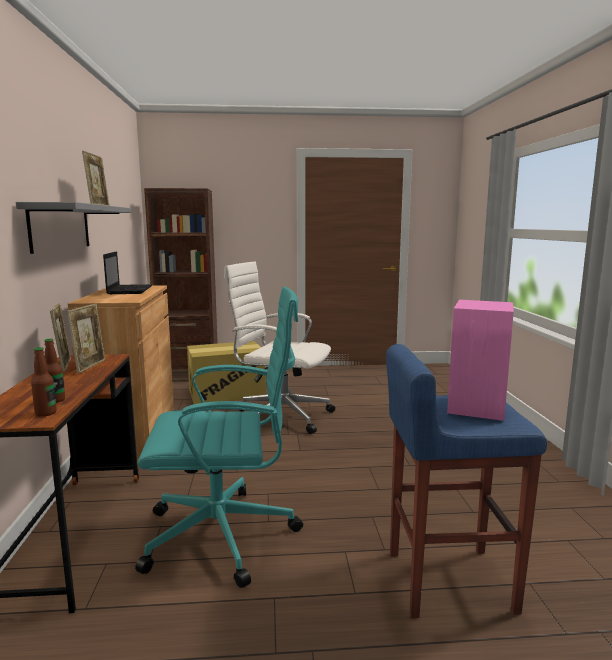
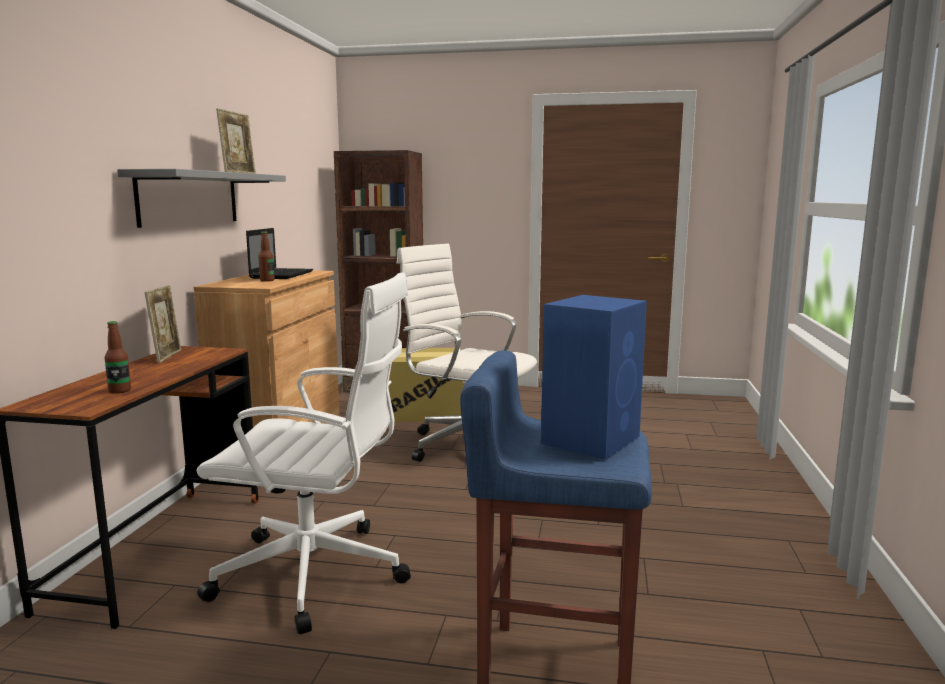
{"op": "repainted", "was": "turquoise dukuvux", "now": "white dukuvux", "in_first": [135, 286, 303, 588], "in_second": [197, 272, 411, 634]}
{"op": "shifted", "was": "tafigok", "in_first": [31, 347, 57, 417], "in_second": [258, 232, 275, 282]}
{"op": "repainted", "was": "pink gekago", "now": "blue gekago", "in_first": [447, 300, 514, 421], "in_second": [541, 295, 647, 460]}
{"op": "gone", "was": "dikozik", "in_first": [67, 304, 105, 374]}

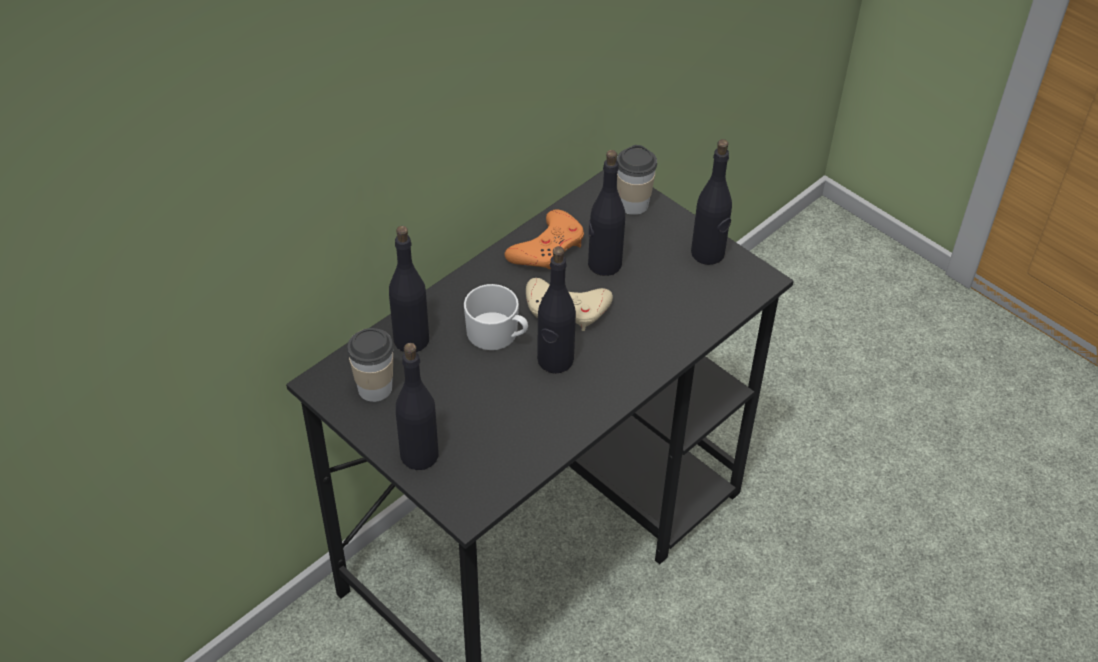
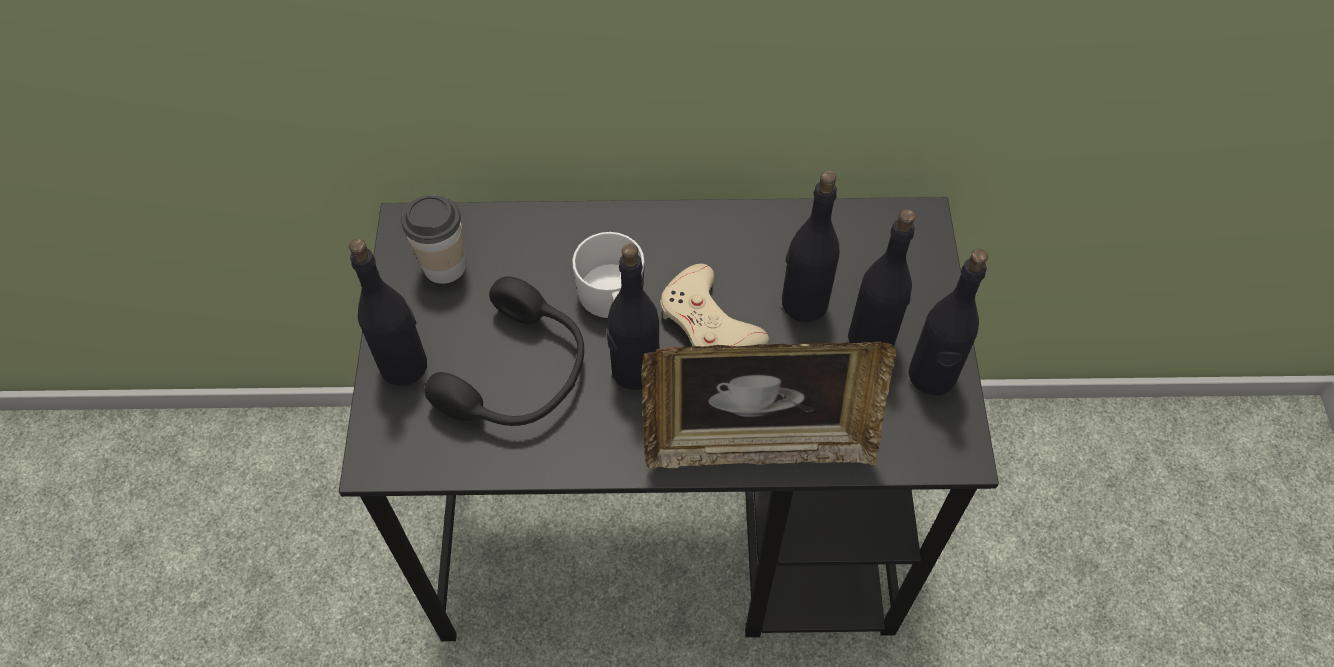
{"op": "new", "now": "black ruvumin", "in_second": [424, 277, 584, 426]}
{"op": "new", "now": "dikozik", "in_second": [641, 342, 897, 469]}
{"op": "shifted", "was": "black tafigok", "in_first": [389, 226, 429, 352], "in_second": [848, 209, 916, 346]}
{"op": "gone", "was": "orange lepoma", "in_first": [505, 210, 584, 269]}
{"op": "gone", "was": "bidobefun", "in_first": [617, 145, 657, 215]}

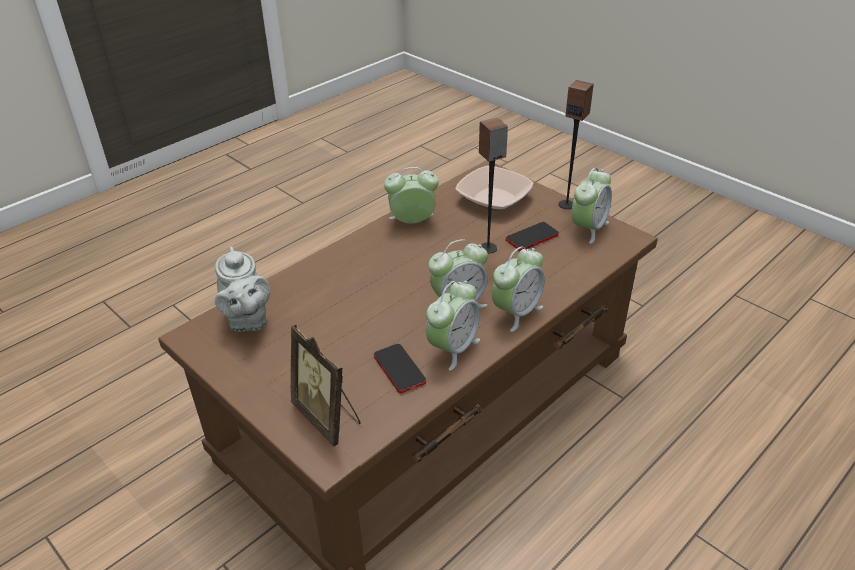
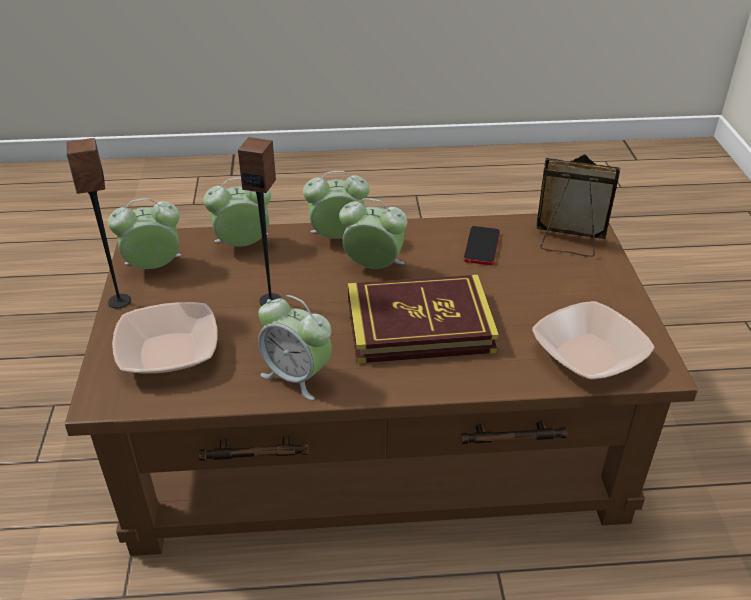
{"op": "shifted", "was": "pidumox", "in_first": [426, 281, 480, 371], "in_second": [203, 177, 271, 247]}
{"op": "new", "now": "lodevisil", "in_second": [348, 275, 499, 364]}
{"op": "swapped", "was": "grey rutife", "now": "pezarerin", "in_first": [215, 246, 270, 332], "in_second": [532, 301, 654, 379]}
{"op": "rotated", "was": "dikozik", "in_first": [291, 325, 361, 447], "in_second": [536, 154, 620, 257], "clockwise": -75}
{"op": "gone", "was": "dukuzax", "in_first": [506, 222, 559, 251]}

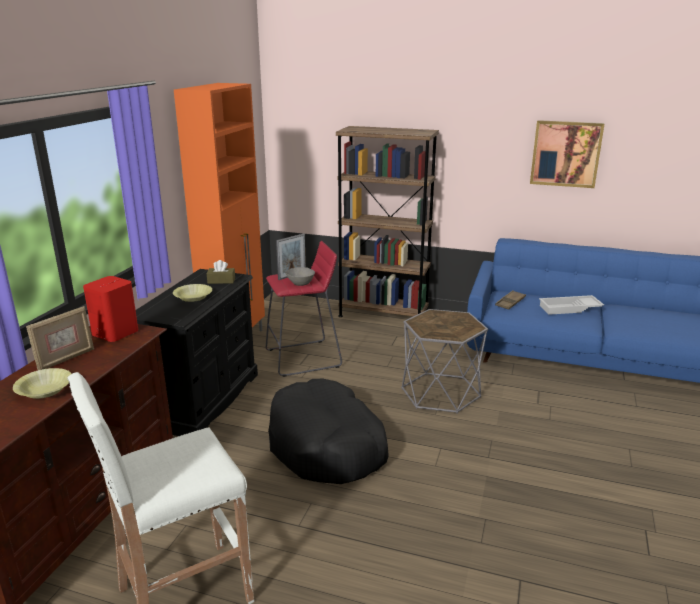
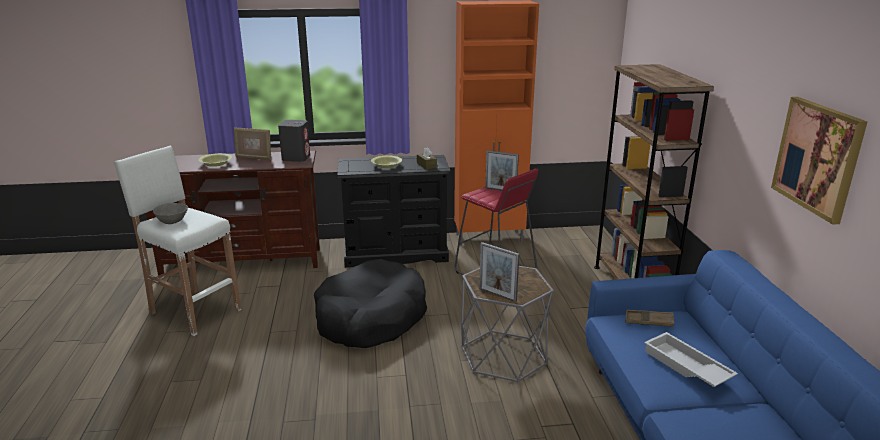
{"op": "shifted", "was": "grey pezarerin", "in_first": [285, 267, 315, 286], "in_second": [153, 203, 188, 224]}
{"op": "repainted", "was": "red gekago", "now": "grey gekago", "in_first": [83, 276, 138, 342], "in_second": [278, 120, 310, 162]}
{"op": "new", "now": "dikozik", "in_second": [479, 242, 519, 302]}

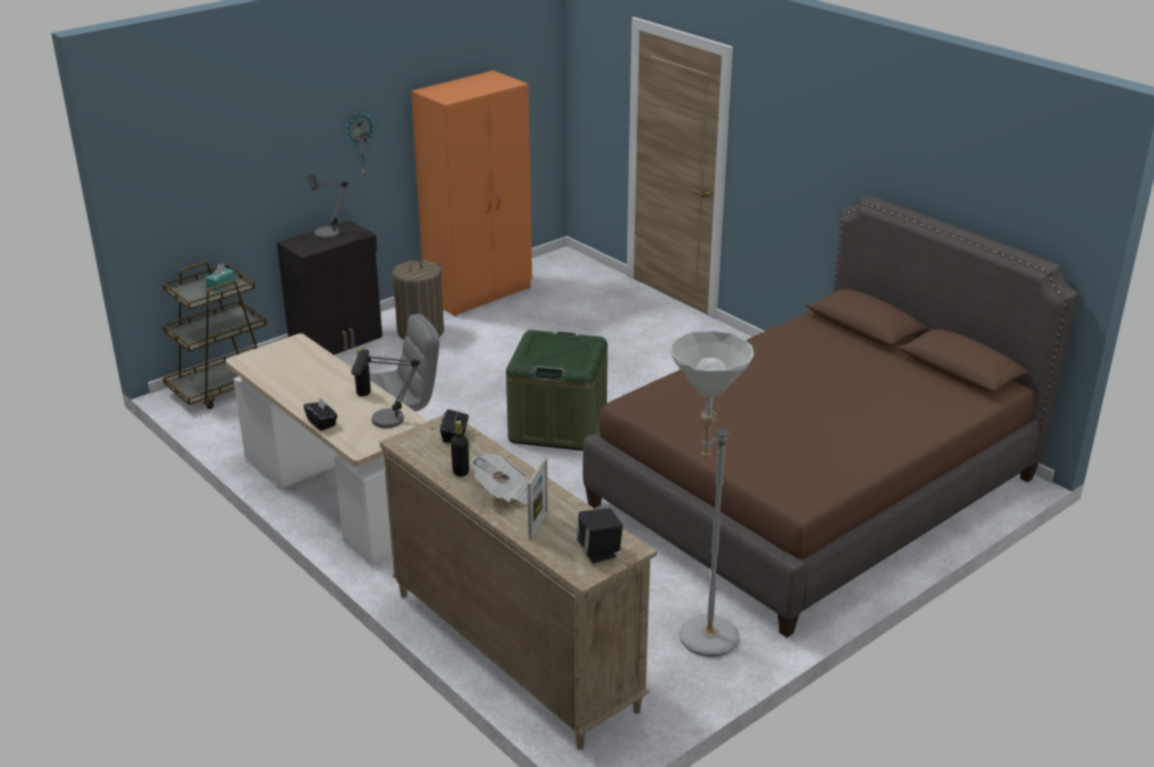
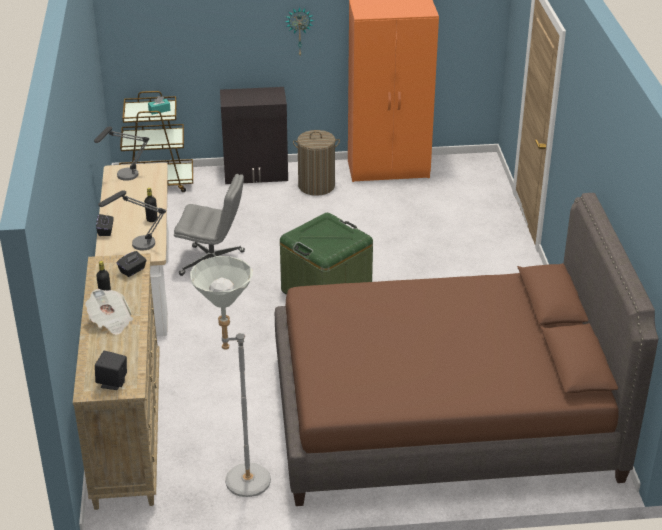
{"op": "shifted", "was": "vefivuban", "in_first": [308, 174, 348, 239], "in_second": [94, 126, 149, 181]}
{"op": "gone", "was": "dikozik", "in_first": [527, 457, 548, 540]}

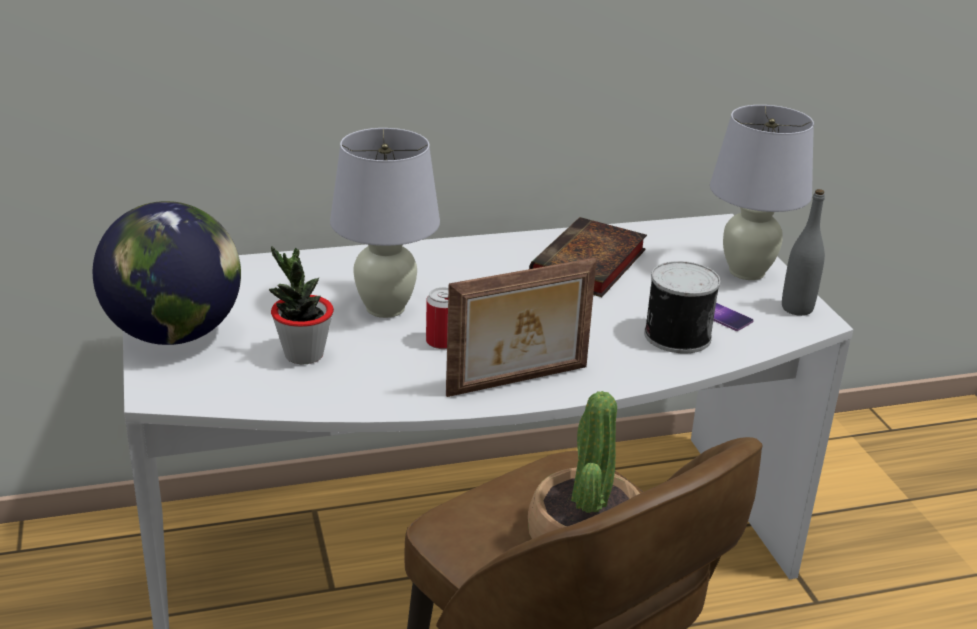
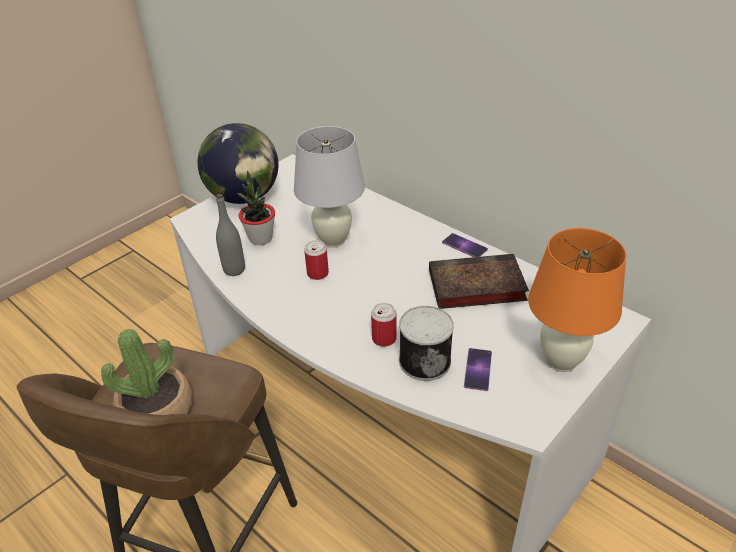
{"op": "shifted", "was": "grey tafigok", "in_first": [782, 189, 825, 316], "in_second": [216, 194, 245, 276]}
{"op": "new", "now": "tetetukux", "in_second": [371, 303, 396, 347]}
{"op": "new", "now": "dukuzax", "in_second": [442, 233, 488, 257]}
{"op": "repainted", "was": "white vefivuban", "now": "orange vefivuban", "in_first": [710, 105, 814, 280], "in_second": [528, 228, 627, 372]}
{"op": "gone", "was": "dikozik", "in_first": [446, 258, 597, 397]}

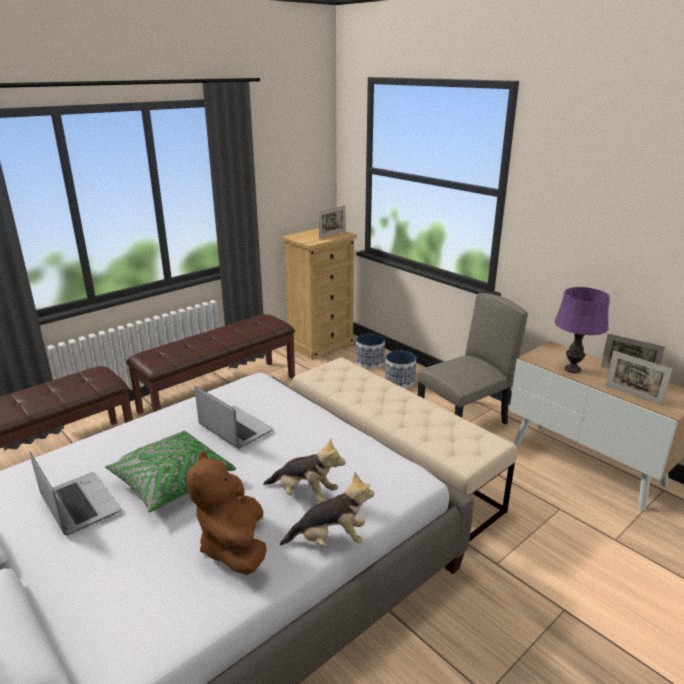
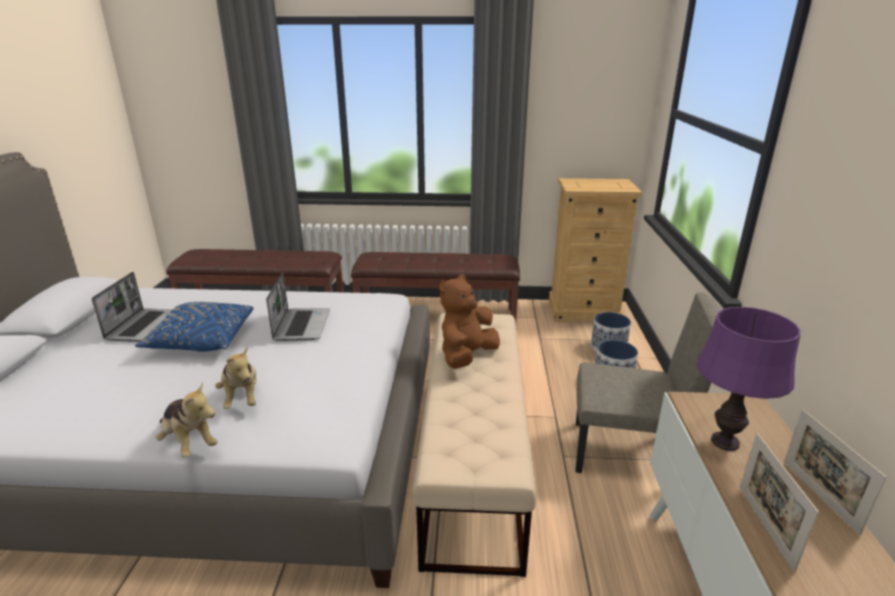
{"op": "repainted", "was": "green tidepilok", "now": "blue tidepilok", "in_first": [105, 431, 236, 512], "in_second": [135, 302, 254, 352]}
{"op": "shifted", "was": "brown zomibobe", "in_first": [187, 451, 267, 575], "in_second": [439, 274, 500, 369]}
{"op": "gone", "was": "dikozik", "in_first": [319, 205, 346, 239]}

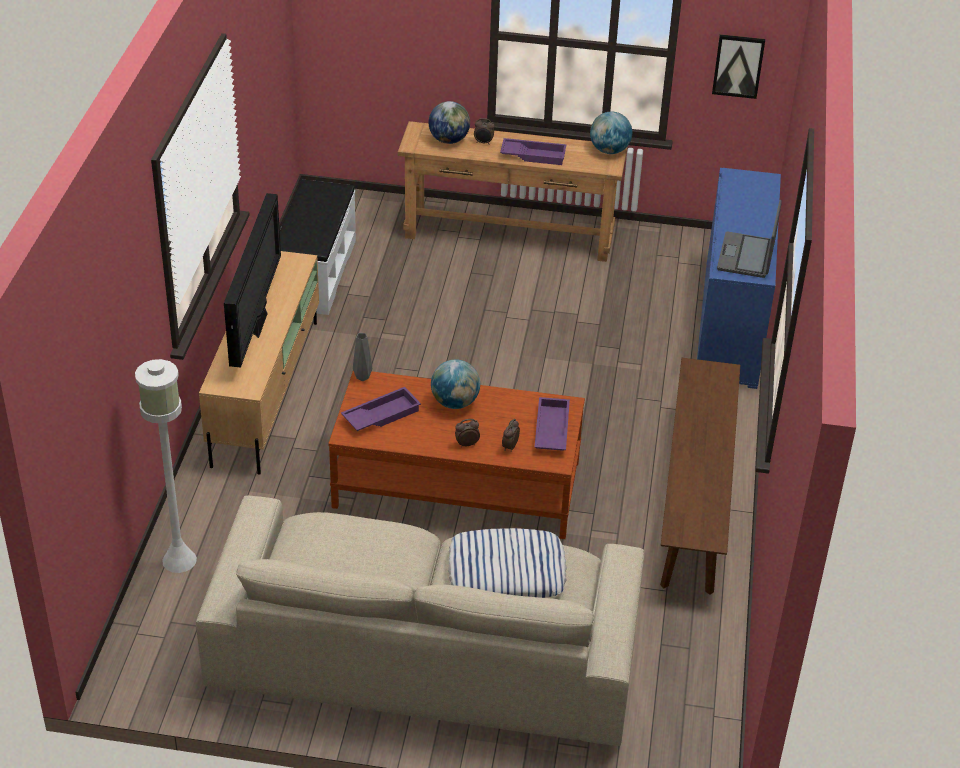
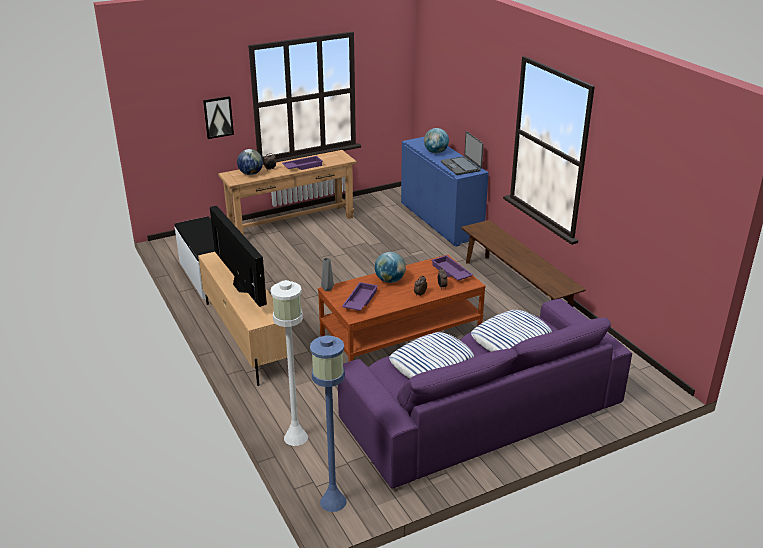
{"op": "shifted", "was": "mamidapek", "in_first": [712, 34, 765, 99], "in_second": [203, 96, 234, 139]}
{"op": "new", "now": "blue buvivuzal", "in_second": [310, 335, 347, 512]}
{"op": "repainted", "was": "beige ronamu", "now": "purple ronamu", "in_first": [196, 496, 645, 746], "in_second": [338, 299, 632, 489]}
{"op": "new", "now": "tidepilok", "in_second": [389, 332, 474, 379]}
{"op": "shifted", "was": "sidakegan", "in_first": [590, 112, 632, 154], "in_second": [424, 128, 449, 153]}

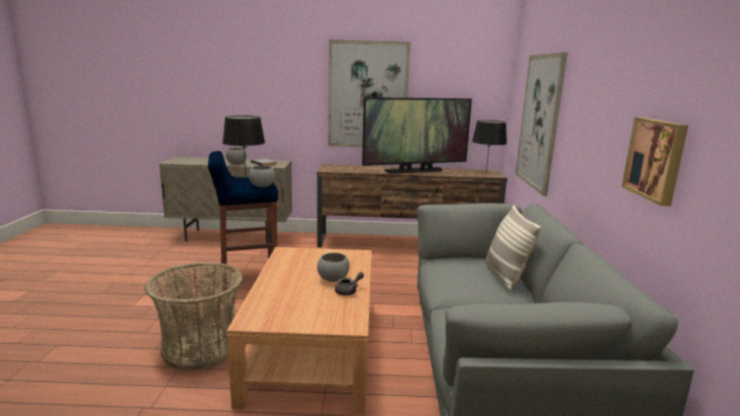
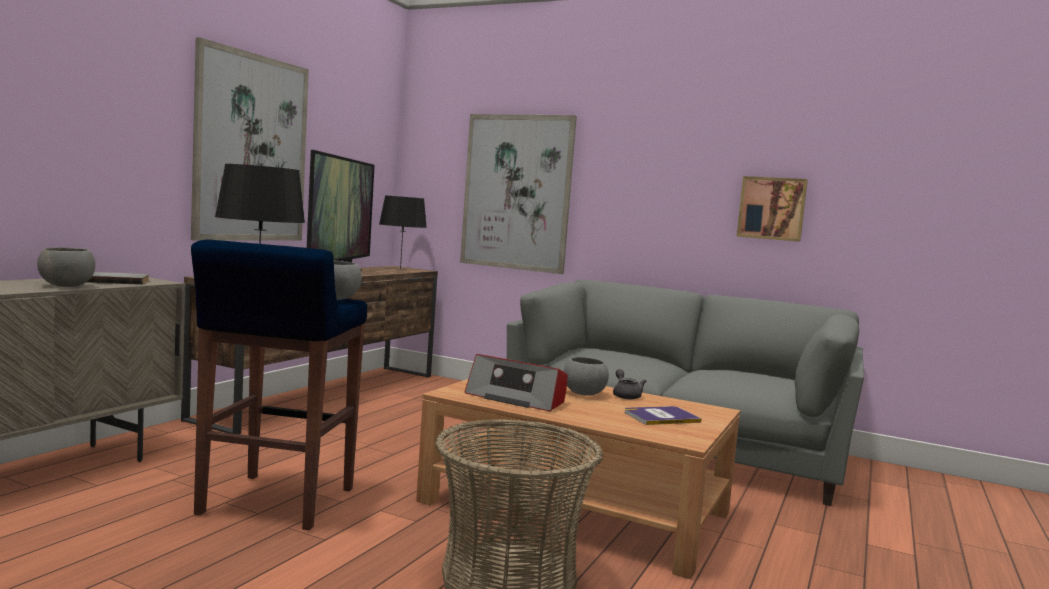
{"op": "new", "now": "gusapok", "in_second": [465, 354, 568, 411]}
{"op": "new", "now": "lodevisil", "in_second": [625, 406, 702, 425]}
{"op": "gone", "was": "tidepilok", "in_first": [485, 205, 541, 290]}

